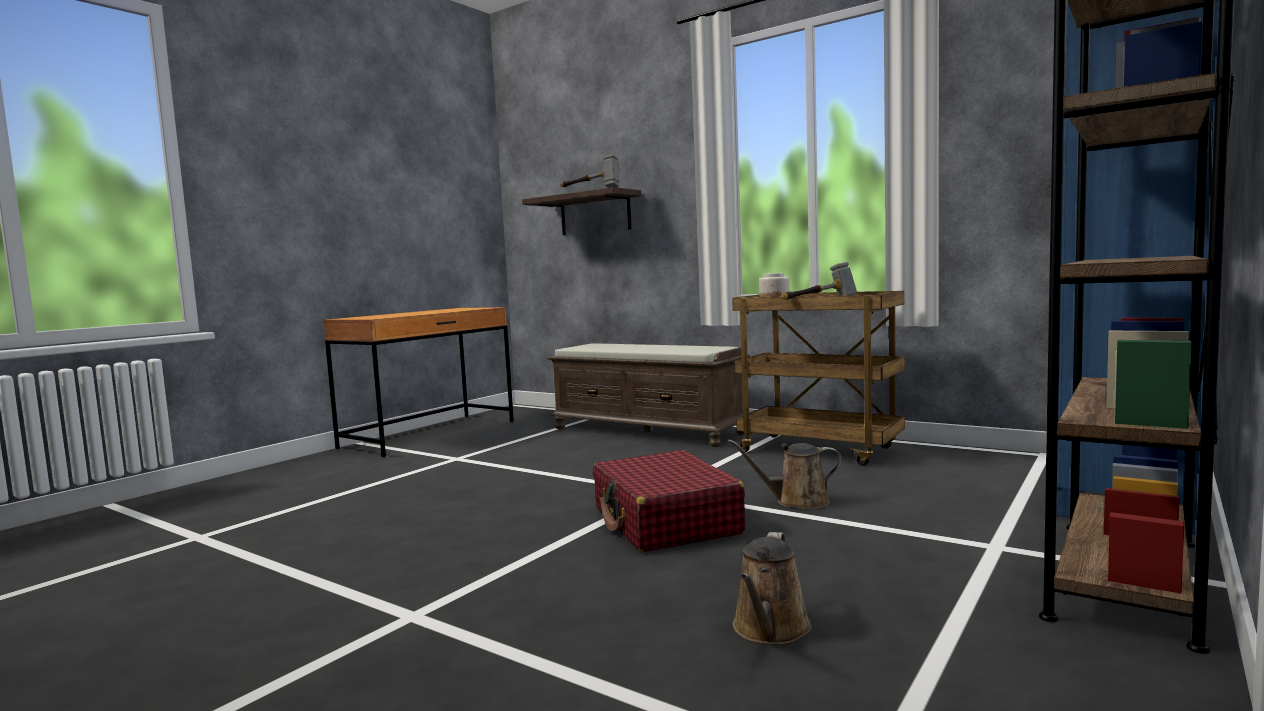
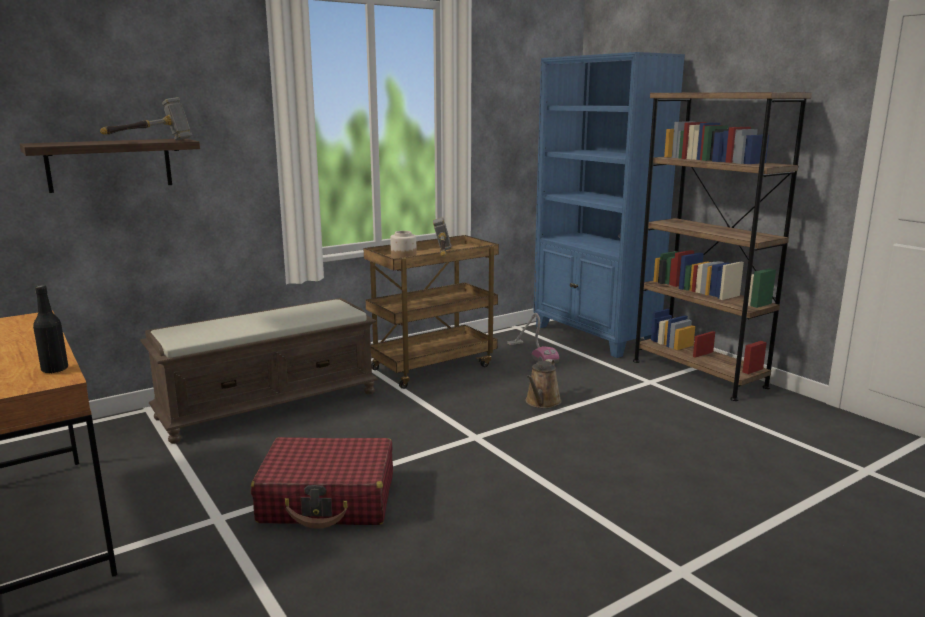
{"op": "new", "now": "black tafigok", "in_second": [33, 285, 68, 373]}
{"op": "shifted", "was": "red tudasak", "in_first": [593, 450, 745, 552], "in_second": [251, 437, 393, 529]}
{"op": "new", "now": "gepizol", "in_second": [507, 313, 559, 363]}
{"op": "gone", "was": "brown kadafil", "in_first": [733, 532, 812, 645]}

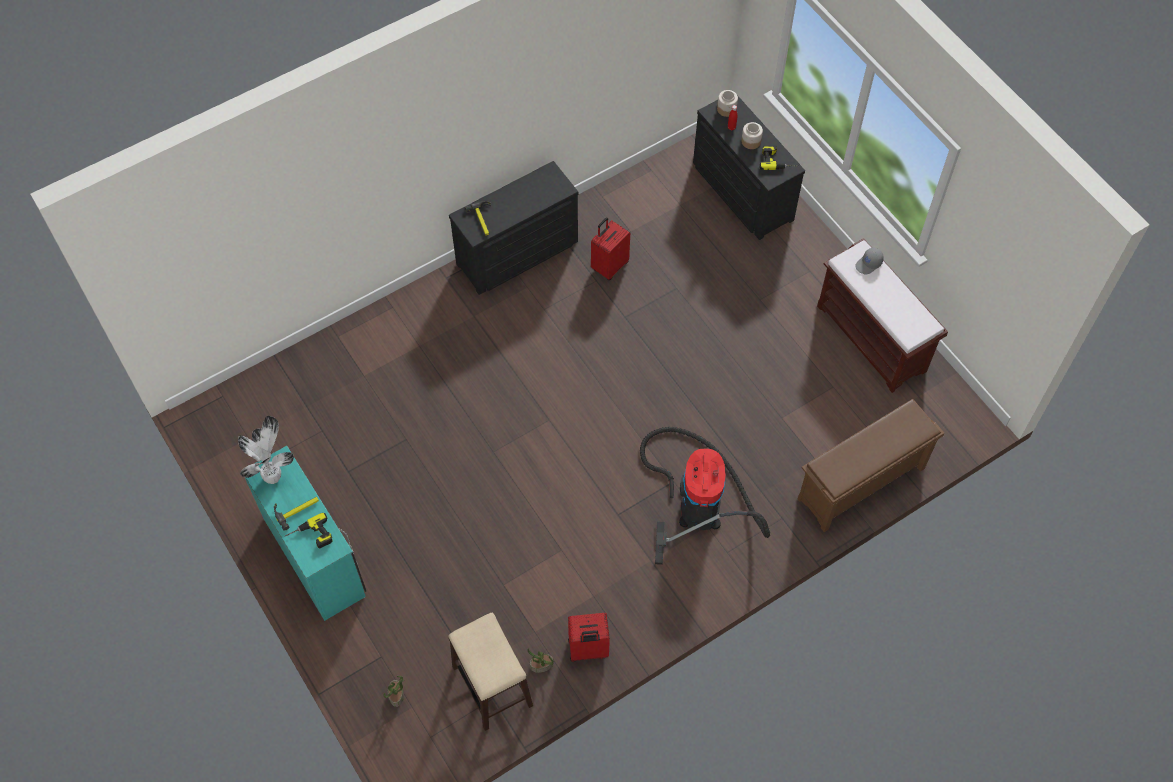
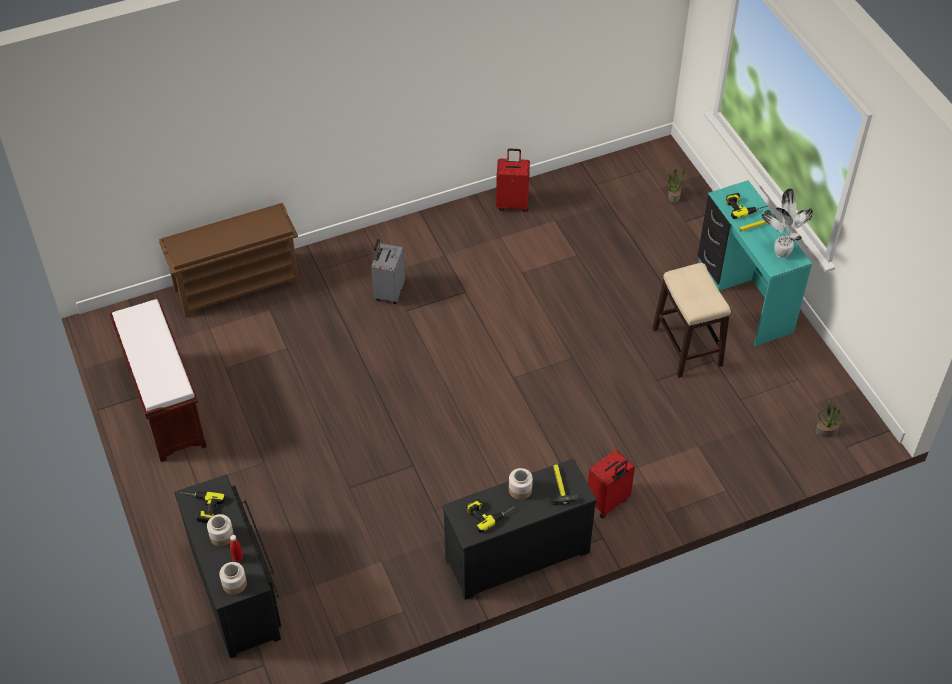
{"op": "swapped", "was": "gepizol", "now": "grey tudasak", "in_first": [640, 427, 770, 565], "in_second": [371, 239, 405, 304]}
{"op": "new", "now": "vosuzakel", "in_second": [466, 498, 515, 533]}
{"op": "new", "now": "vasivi", "in_second": [509, 468, 533, 500]}
{"op": "shifted", "was": "red tudasak", "in_first": [591, 217, 630, 280], "in_second": [588, 450, 635, 518]}
{"op": "shifted", "was": "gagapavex", "in_first": [448, 613, 533, 731], "in_second": [653, 263, 731, 378]}
{"op": "shifted", "was": "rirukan", "in_first": [527, 648, 554, 673], "in_second": [815, 400, 845, 437]}
{"op": "gone", "was": "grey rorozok", "in_first": [855, 248, 884, 275]}

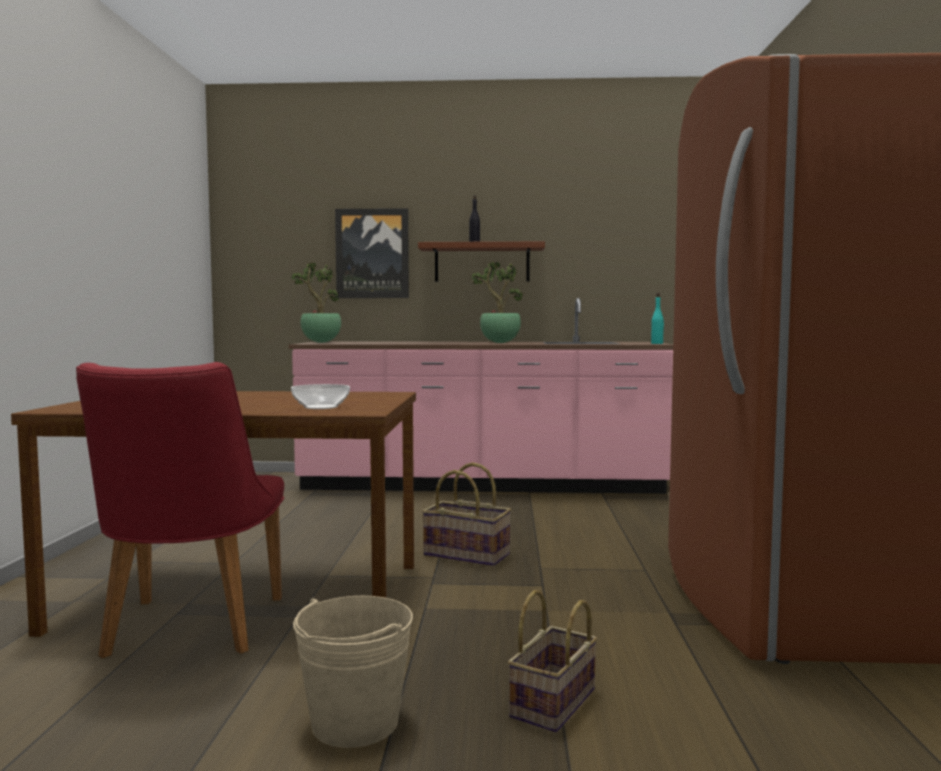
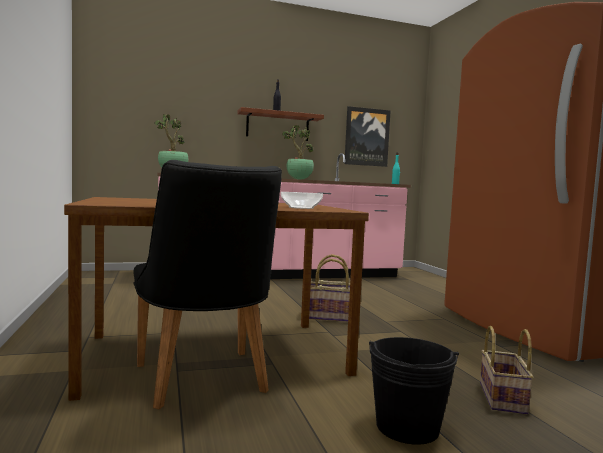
{"op": "repainted", "was": "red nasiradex", "now": "black nasiradex", "in_first": [76, 362, 284, 658], "in_second": [133, 160, 282, 409]}
{"op": "shifted", "was": "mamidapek", "in_first": [335, 208, 409, 298], "in_second": [344, 106, 391, 167]}
{"op": "repainted", "was": "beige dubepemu", "now": "black dubepemu", "in_first": [293, 596, 413, 748], "in_second": [369, 337, 459, 445]}

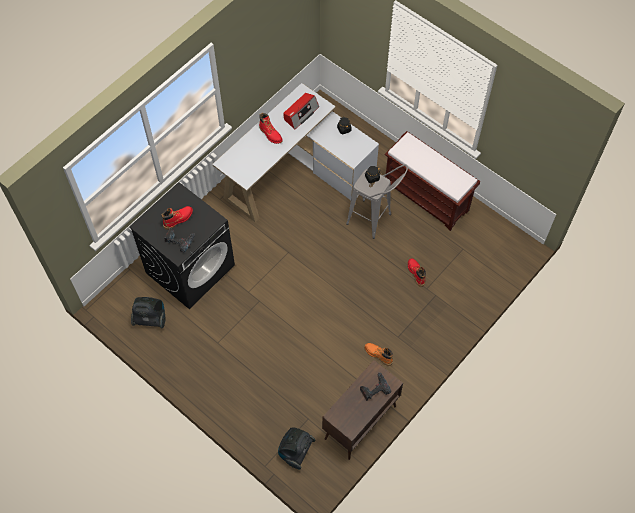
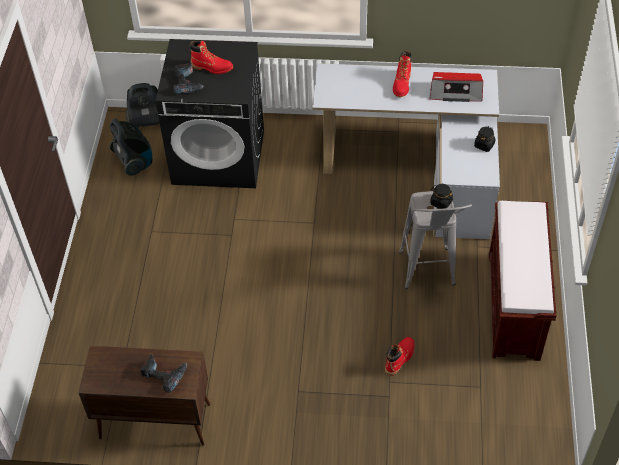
{"op": "shifted", "was": "gepizol", "in_first": [278, 427, 315, 469], "in_second": [126, 83, 160, 128]}
{"op": "gone", "was": "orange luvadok", "in_first": [365, 343, 393, 366]}

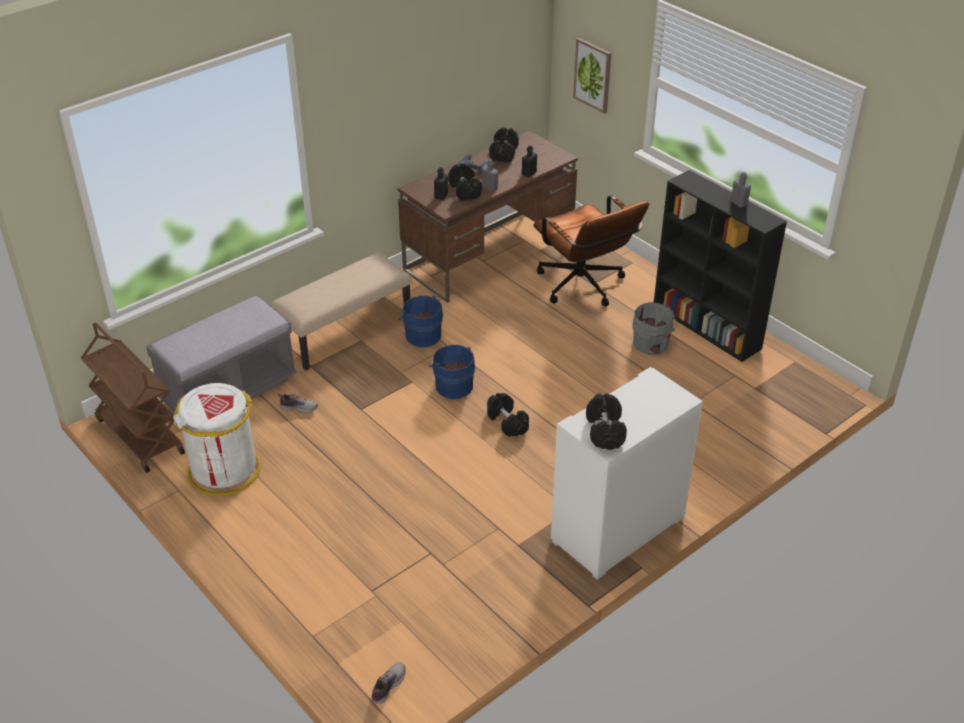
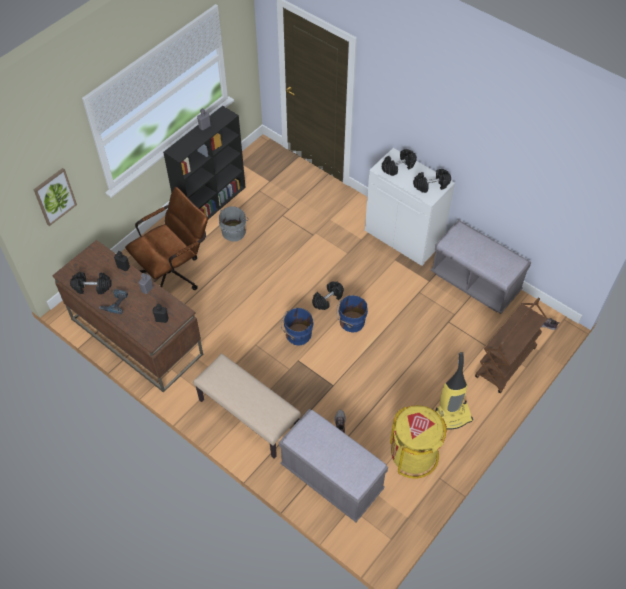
{"op": "shifted", "was": "blue dubepemu", "in_first": [399, 296, 443, 347], "in_second": [336, 295, 368, 332]}
{"op": "shifted", "was": "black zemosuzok", "in_first": [449, 163, 482, 201], "in_second": [382, 149, 417, 176]}
{"op": "repainted", "was": "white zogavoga", "now": "yellow zogavoga", "in_first": [173, 383, 261, 496], "in_second": [390, 405, 447, 479]}
{"op": "new", "now": "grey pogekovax", "in_second": [431, 220, 531, 314]}
{"op": "new", "now": "gepizol", "in_second": [432, 352, 473, 430]}
{"op": "shifted", "was": "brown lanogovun", "in_first": [81, 322, 185, 473], "in_second": [475, 297, 548, 393]}

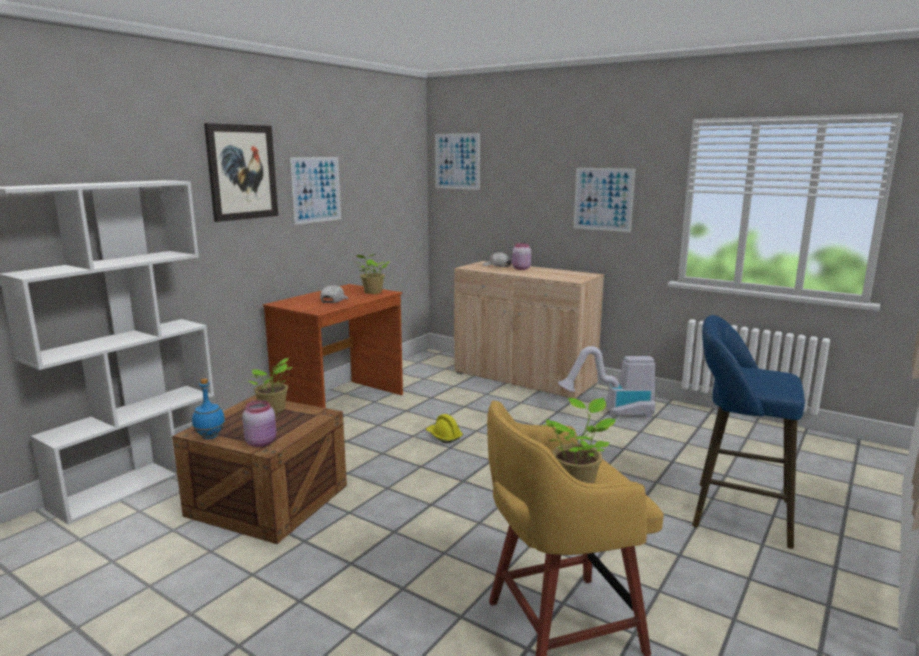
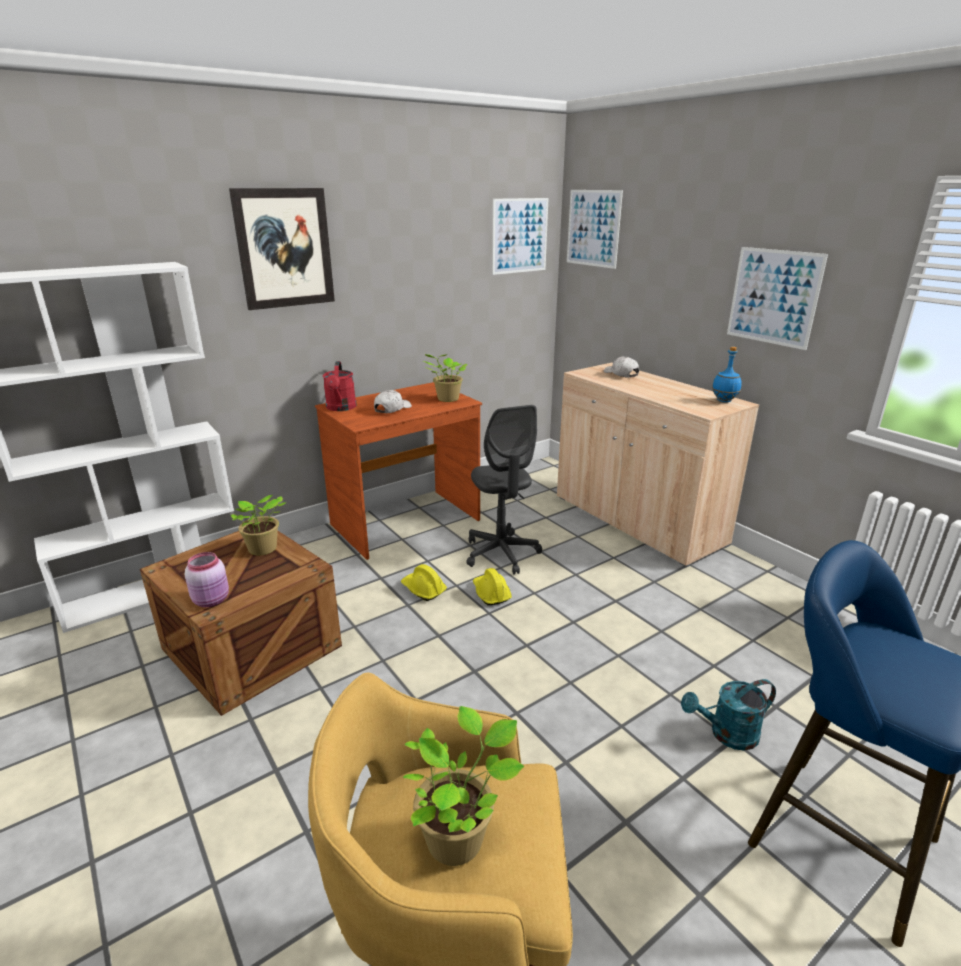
{"op": "new", "now": "red kadafil", "in_second": [323, 361, 357, 411]}
{"op": "new", "now": "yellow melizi", "in_second": [401, 564, 447, 601]}
{"op": "new", "now": "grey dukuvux", "in_second": [466, 405, 542, 574]}
{"op": "shifted", "was": "mamidapek", "in_first": [290, 157, 341, 225], "in_second": [492, 198, 549, 275]}
{"op": "new", "now": "turquoise kadafil", "in_second": [681, 679, 776, 751]}
{"op": "shifted", "was": "blue tafigok", "in_first": [192, 379, 225, 439], "in_second": [712, 347, 742, 403]}
{"op": "gone", "was": "pink vasivi", "in_first": [512, 243, 531, 270]}
{"op": "gone", "was": "gepizol", "in_first": [558, 346, 656, 418]}

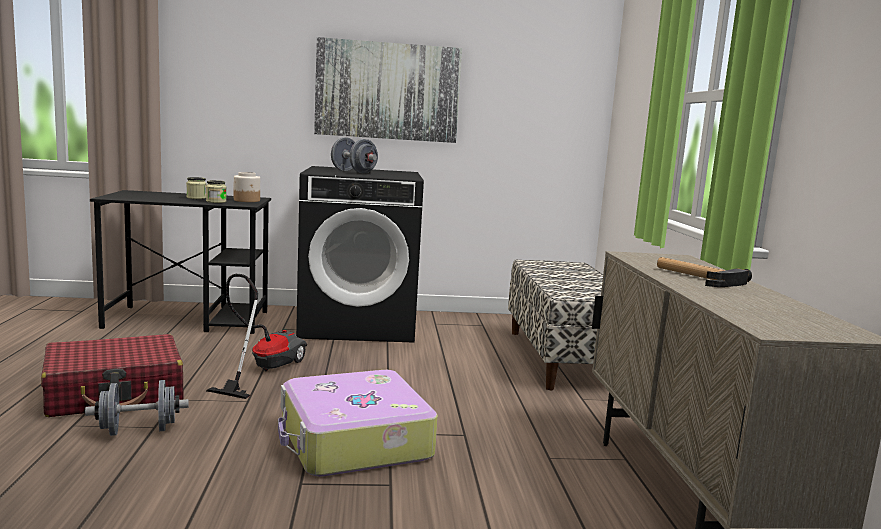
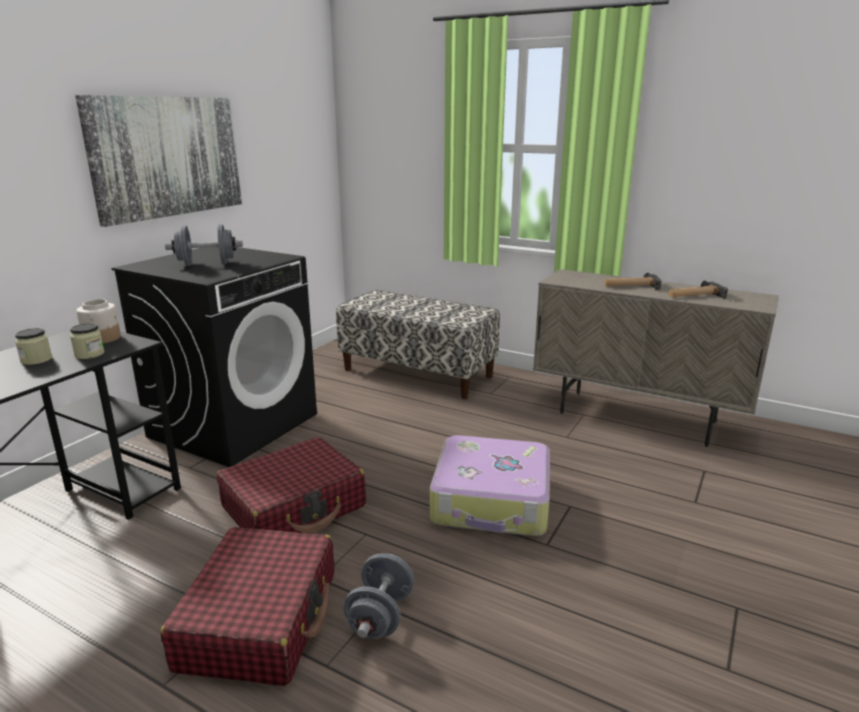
{"op": "swapped", "was": "gepizol", "now": "red tudasak", "in_first": [207, 274, 307, 399], "in_second": [216, 437, 366, 533]}
{"op": "new", "now": "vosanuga", "in_second": [669, 281, 728, 300]}

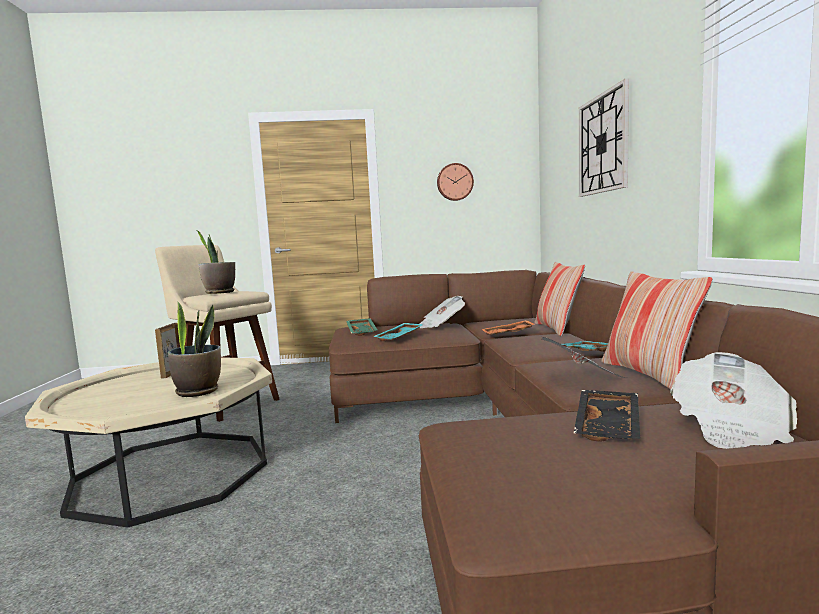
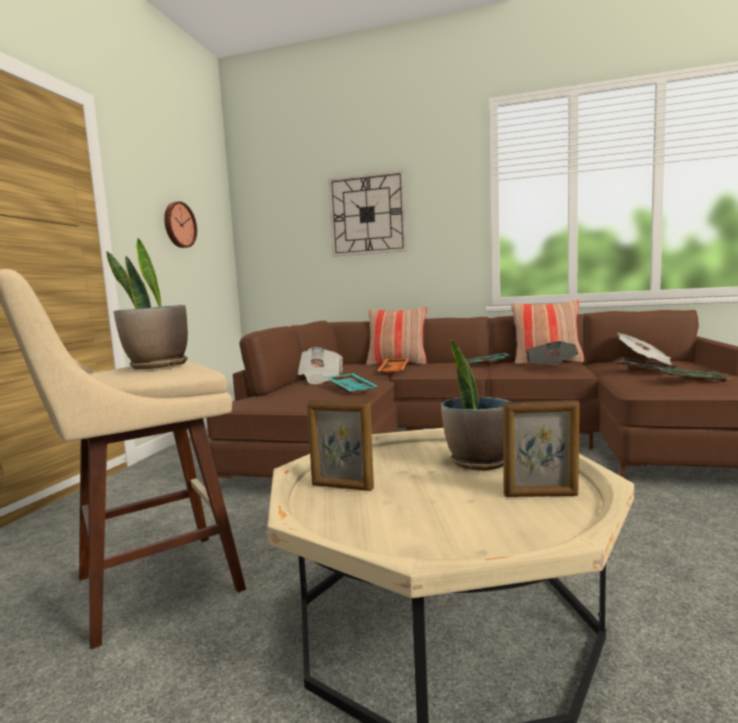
{"op": "new", "now": "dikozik", "in_second": [503, 400, 579, 497]}
{"op": "shifted", "was": "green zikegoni", "in_first": [346, 318, 377, 336], "in_second": [655, 367, 732, 383]}

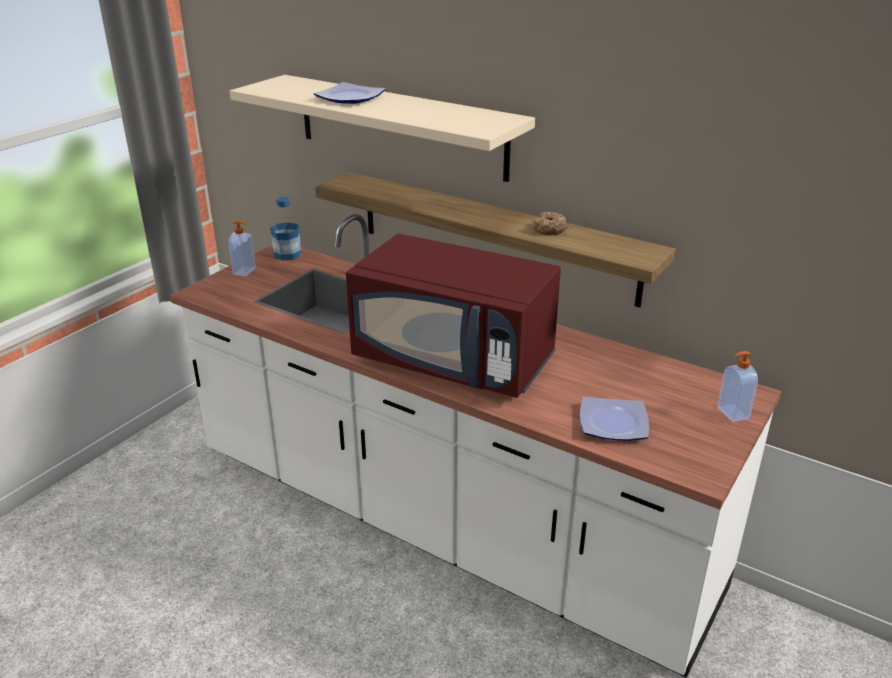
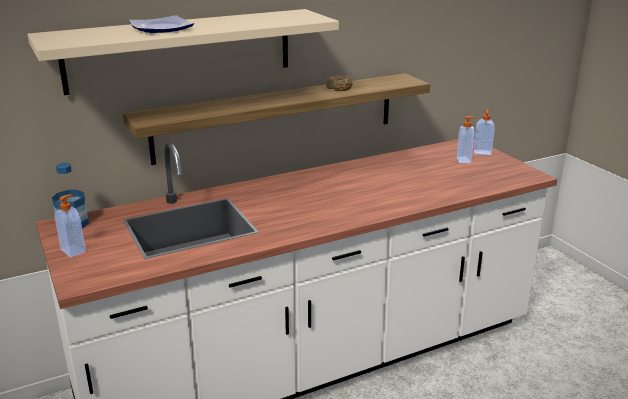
{"op": "new", "now": "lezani", "in_second": [457, 116, 476, 163]}
{"op": "gone", "was": "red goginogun", "in_first": [346, 234, 561, 398]}
{"op": "gone", "was": "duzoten", "in_first": [580, 397, 649, 441]}

